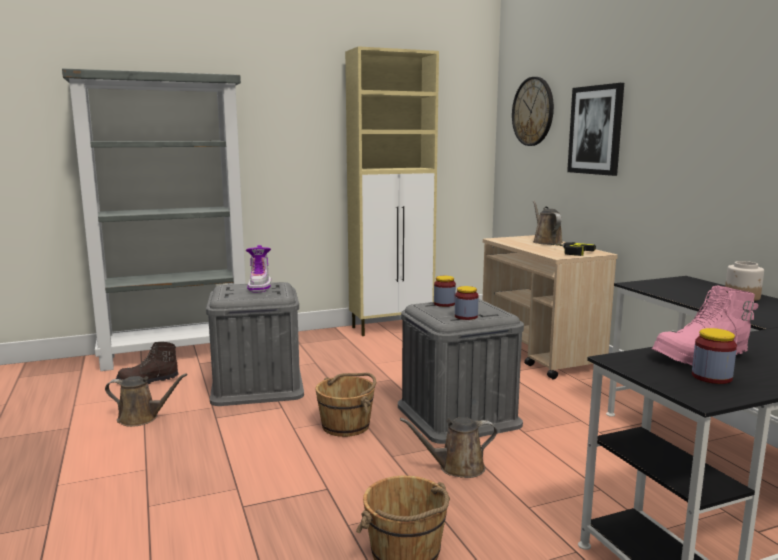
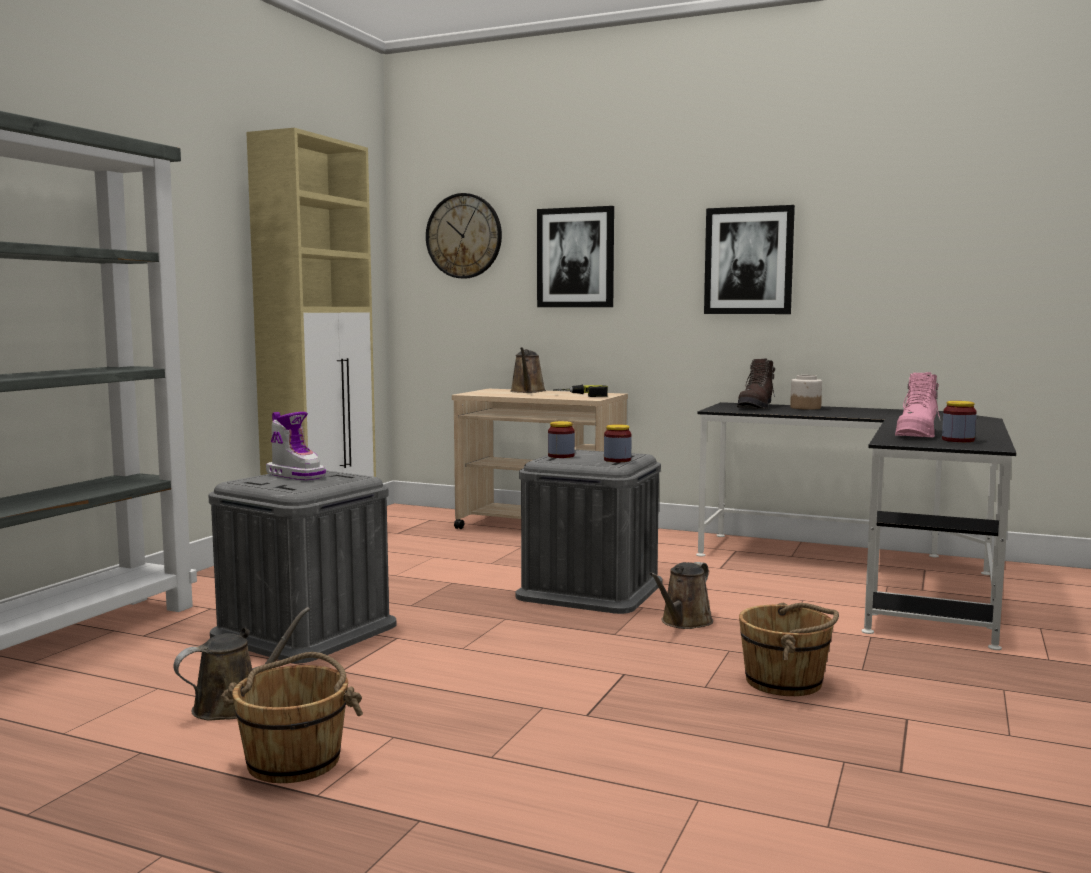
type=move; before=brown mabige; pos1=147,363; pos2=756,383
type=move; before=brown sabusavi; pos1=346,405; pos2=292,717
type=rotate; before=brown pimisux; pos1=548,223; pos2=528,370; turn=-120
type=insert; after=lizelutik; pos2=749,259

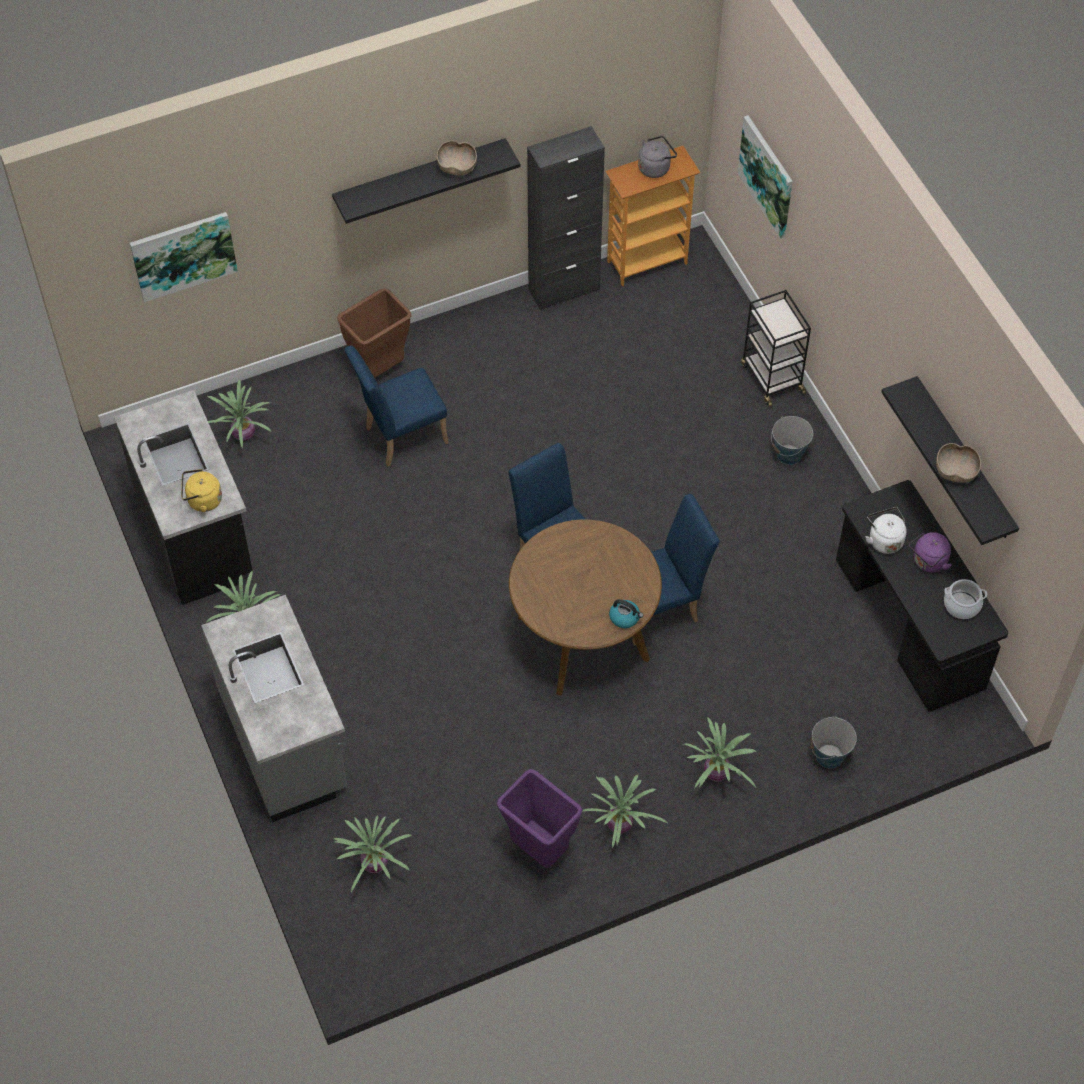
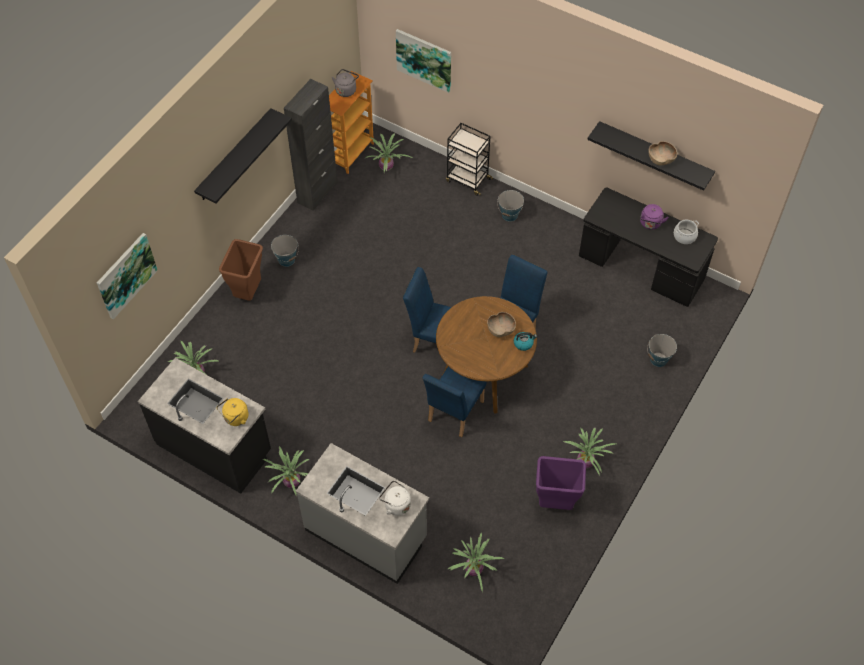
type=move; before=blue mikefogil; pos1=396,406; pos2=454,401
type=move; before=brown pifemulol; pos1=457,158; pos2=501,324
type=move; before=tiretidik; pos1=720,752; pos2=388,153
type=move; before=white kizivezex; pos1=886,530; pos2=395,498
type=insert; after=sabusavi; pos2=285,251

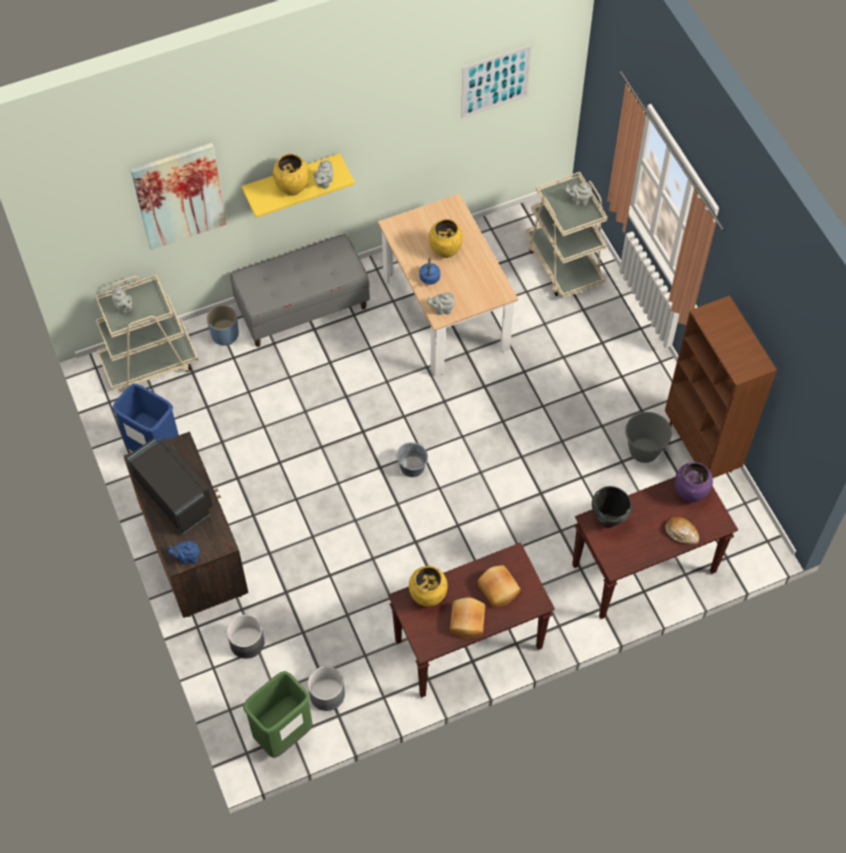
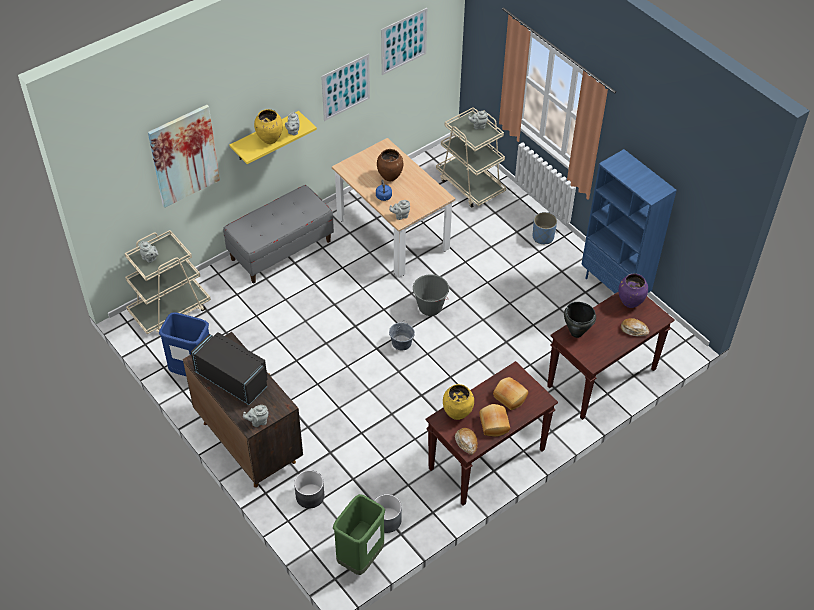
type=recolor; before=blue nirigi; after=grey nirigi; pos1=184,552; pos2=256,416
type=move; before=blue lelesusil; pos1=223,325; pos2=545,228
type=recolor; before=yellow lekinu; after=brown lekinu; pos1=446,238; pos2=390,165
type=move; before=grey sabusavi; pos1=648,437; pos2=431,295
type=recolor; before=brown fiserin; after=blue fiserin; pos1=721,387; pos2=629,221
type=insert; after=lizelutik; pos2=345,87
type=insert; after=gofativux; pos2=466,441

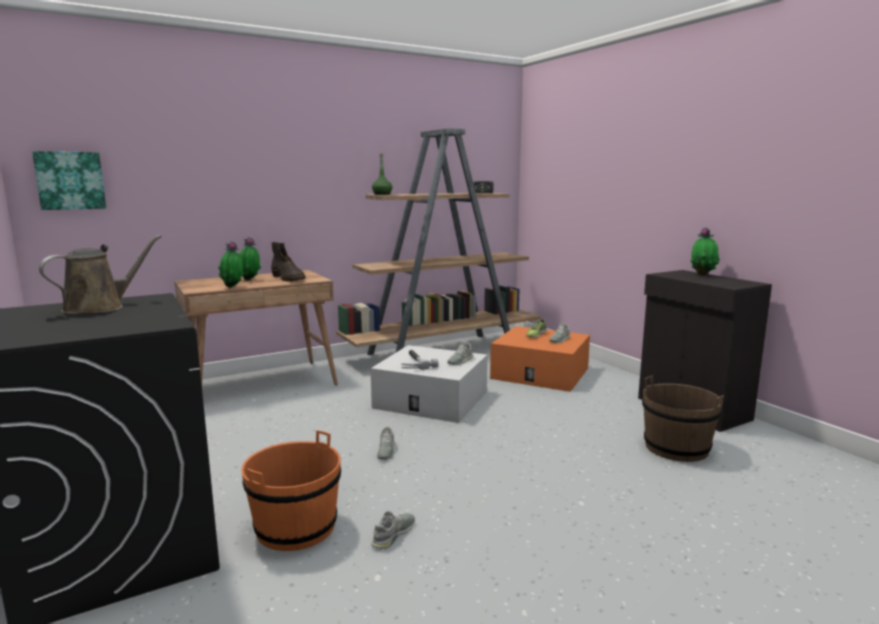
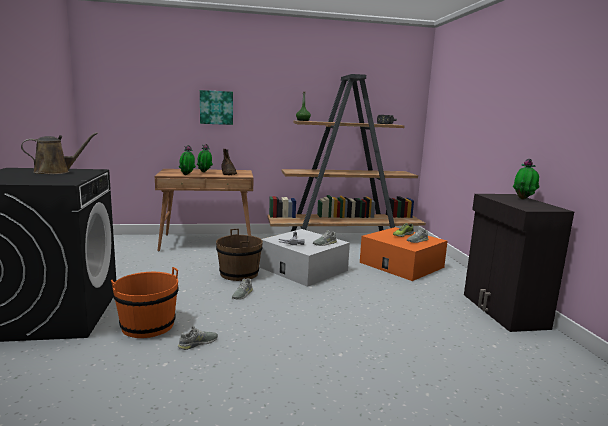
type=move; before=lizelutik; pos1=69,180; pos2=216,107
type=move; before=brown sabusavi; pos1=683,419; pos2=239,255

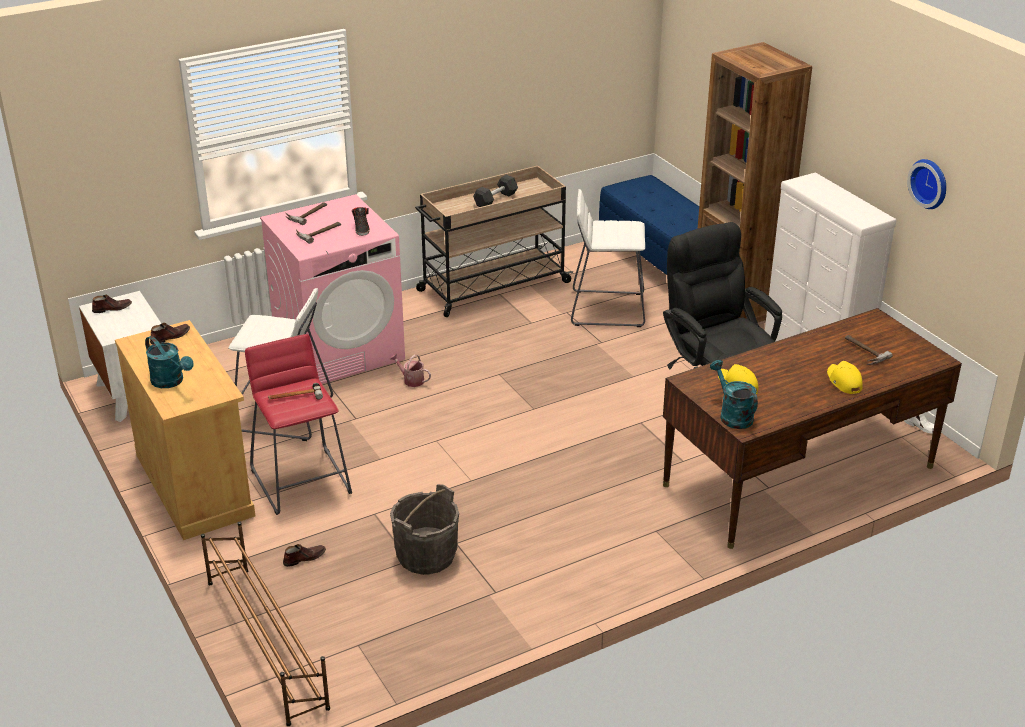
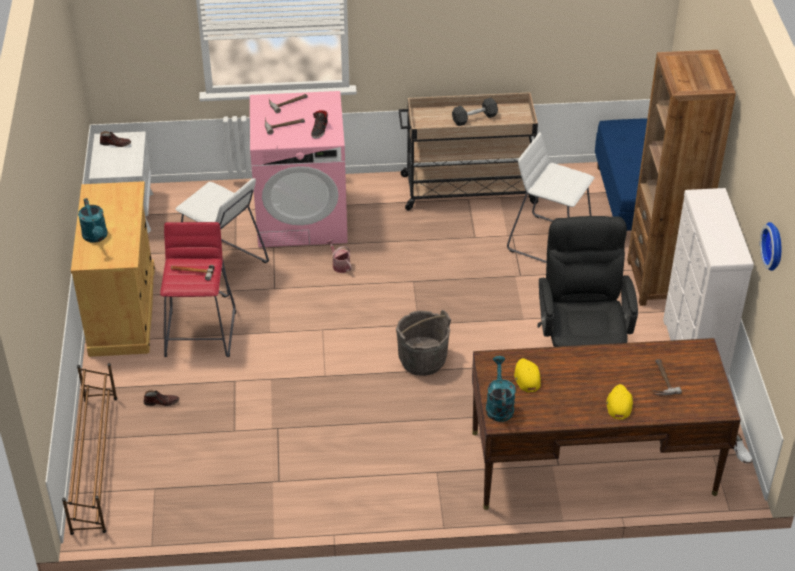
type=delete; before=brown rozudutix; pos1=170,334
type=move; before=grey sabusavi; pos1=424,529; pos2=423,343

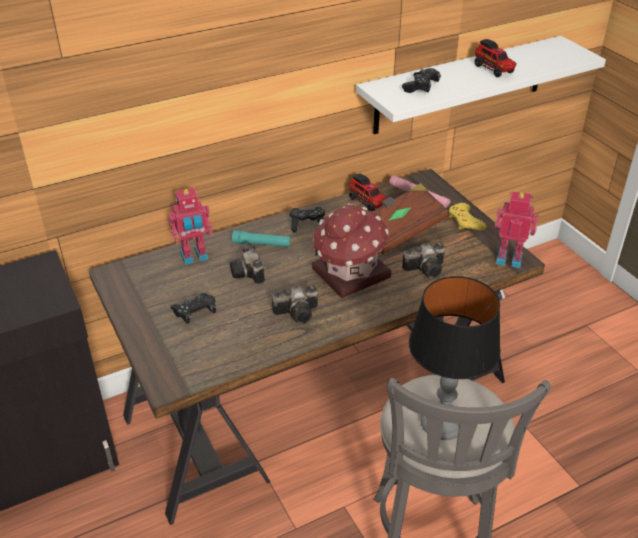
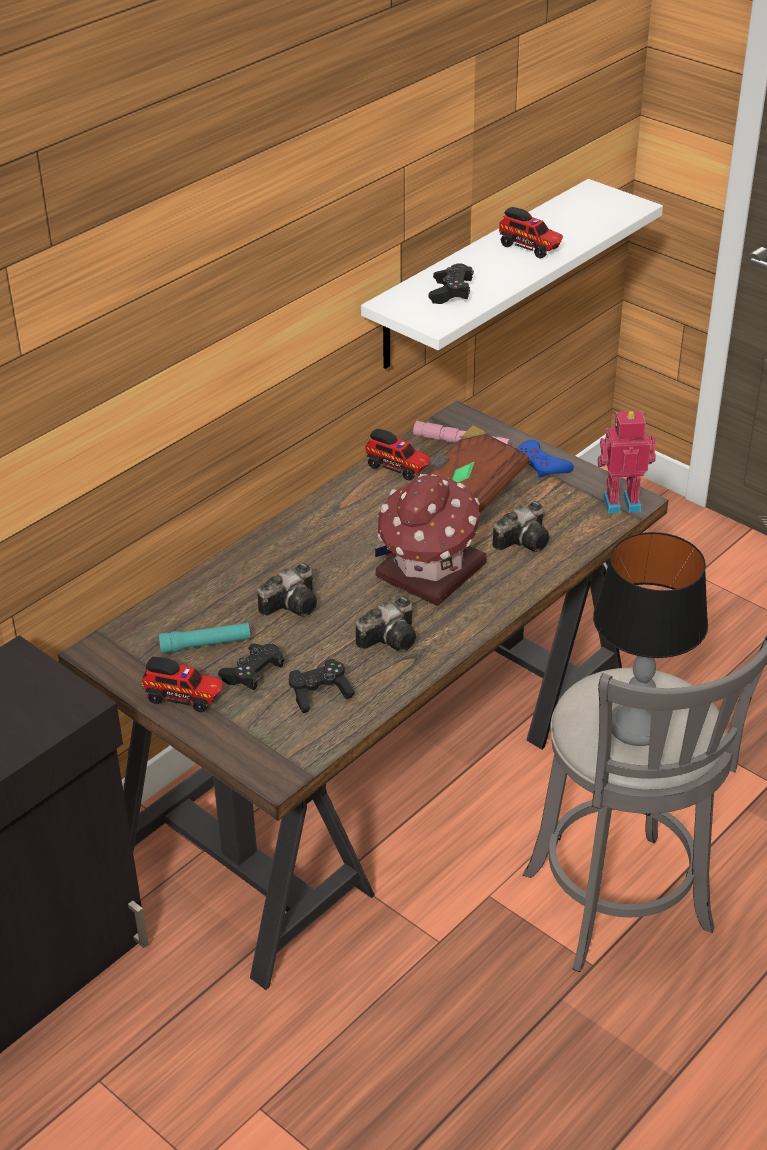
type=delete; before=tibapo; pos1=190,226
type=rotate; before=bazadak; pos1=247,263; pos2=287,589; turn=-90
type=move; before=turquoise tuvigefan; pos1=261,238; pos2=205,638
type=move; before=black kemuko; pos1=307,220; pos2=322,686
type=recolor; before=yellow kemuko; after=blue kemuko; pos1=468,216; pos2=545,459
type=insert; after=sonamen; pos2=182,684

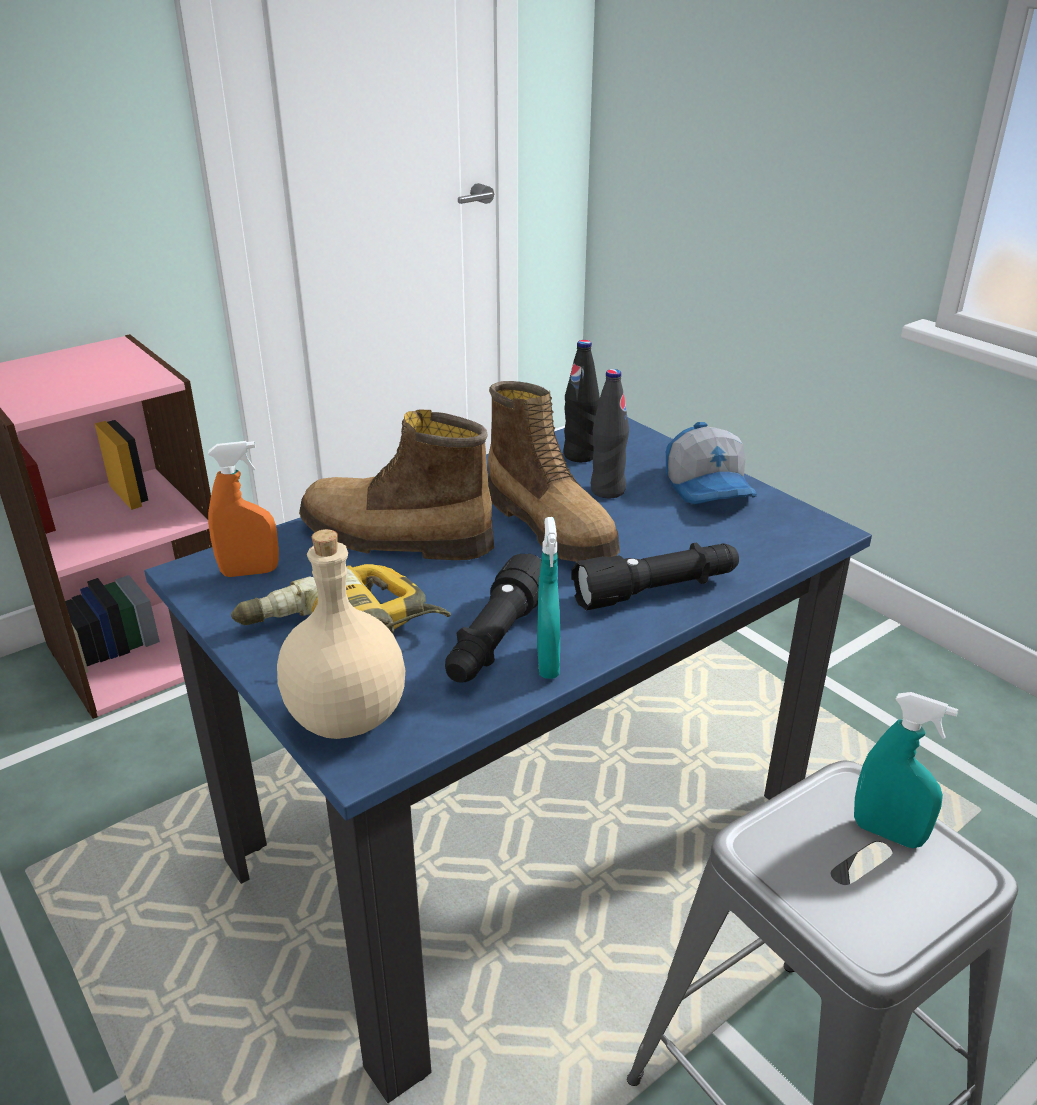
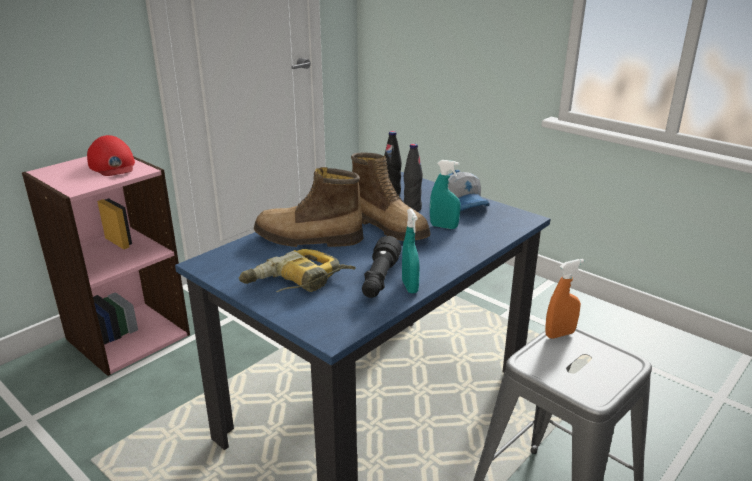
type=move; before=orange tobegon; pos1=243,509; pos2=564,299
type=delete; before=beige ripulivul; pos1=341,634
type=delete; before=black tuvigefan; pos1=655,576
type=move; before=turquoise tobegon; pos1=906,770; pos2=445,194
type=insert; after=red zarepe; pos2=111,155

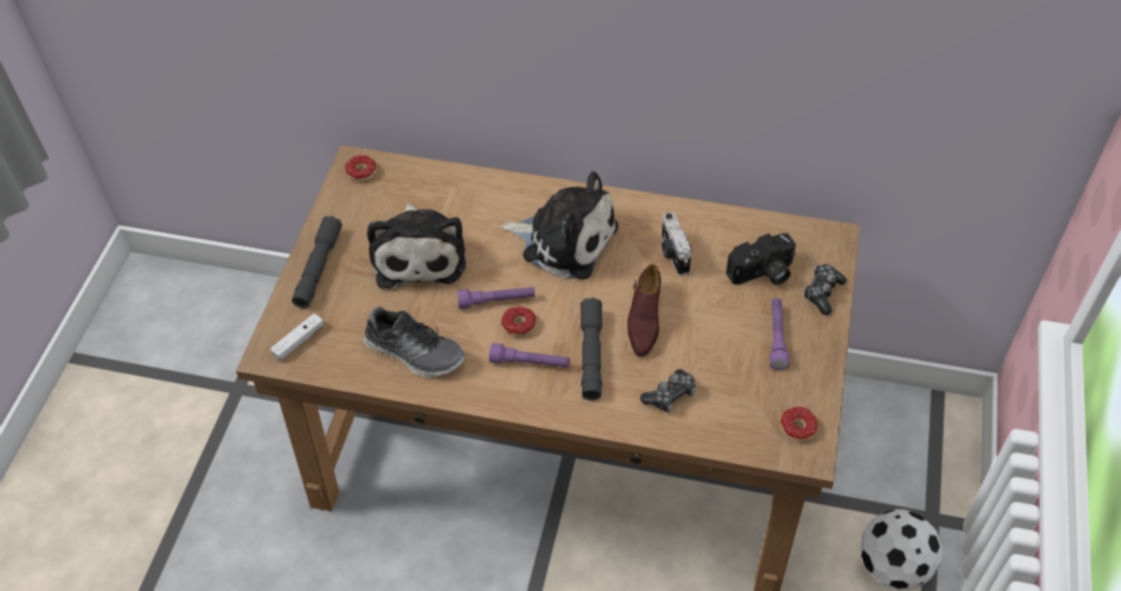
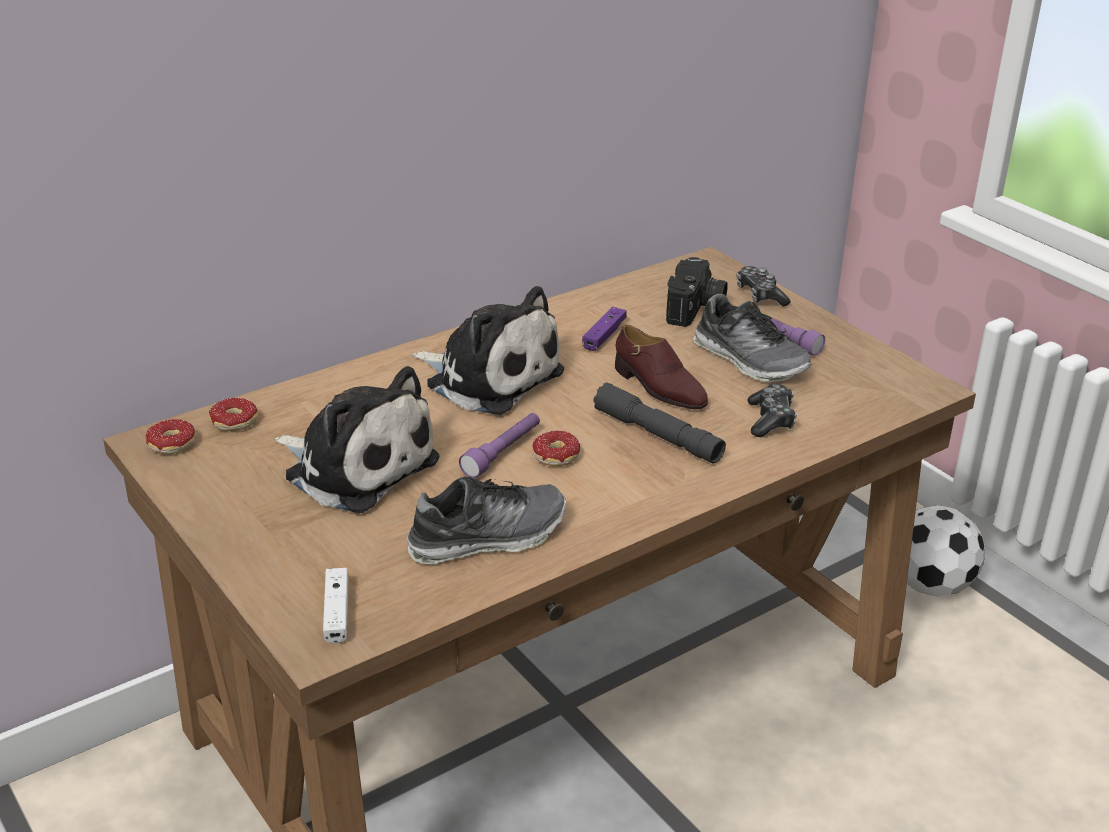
type=delete; before=grey tuvigefan; pos1=317,262
type=delete; before=purple tuvigefan; pos1=529,355
type=rotate; before=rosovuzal; pos1=559,225; pos2=488,350; turn=60
type=replace; before=bazadak; after=purple kemuko; pos1=677,244; pos2=604,329
type=move; before=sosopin; pos1=799,424; pos2=233,414
type=insert; after=rozudutix; pos2=752,338

